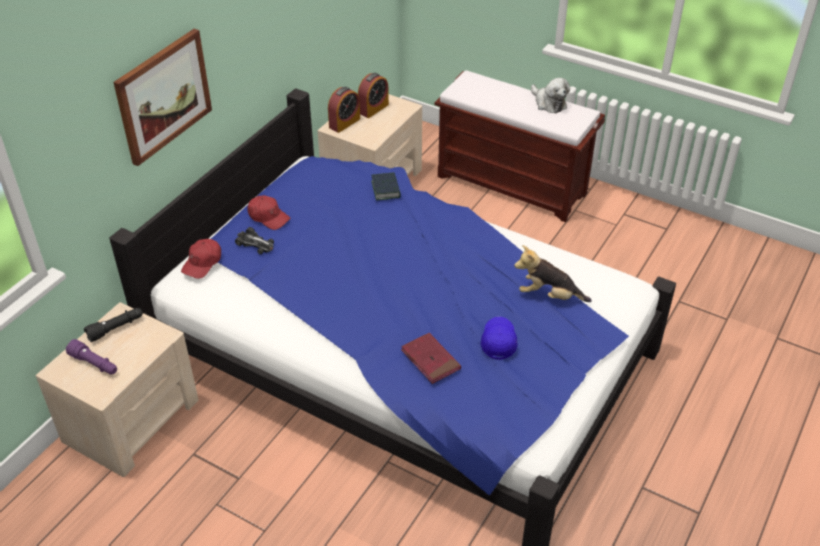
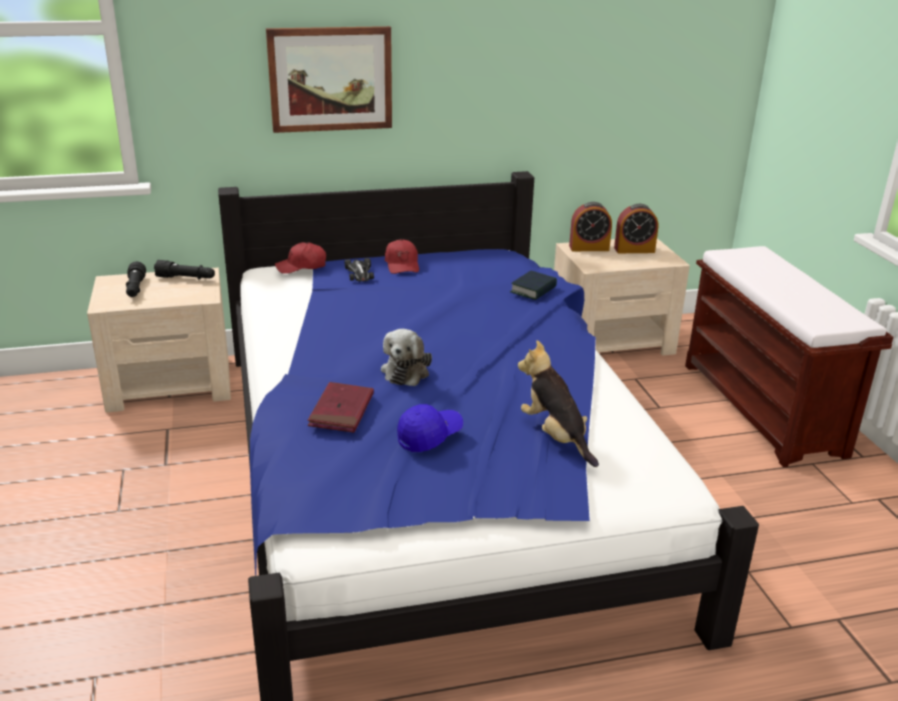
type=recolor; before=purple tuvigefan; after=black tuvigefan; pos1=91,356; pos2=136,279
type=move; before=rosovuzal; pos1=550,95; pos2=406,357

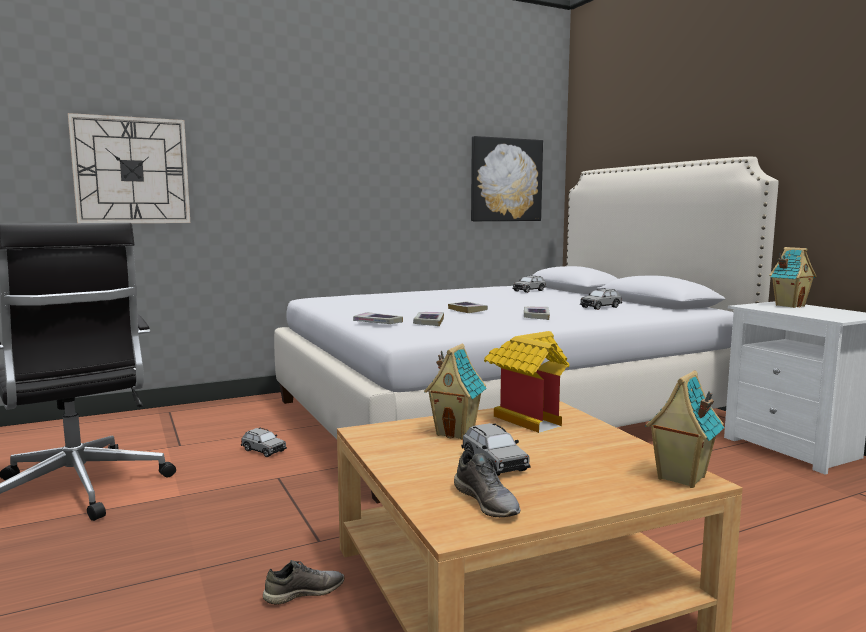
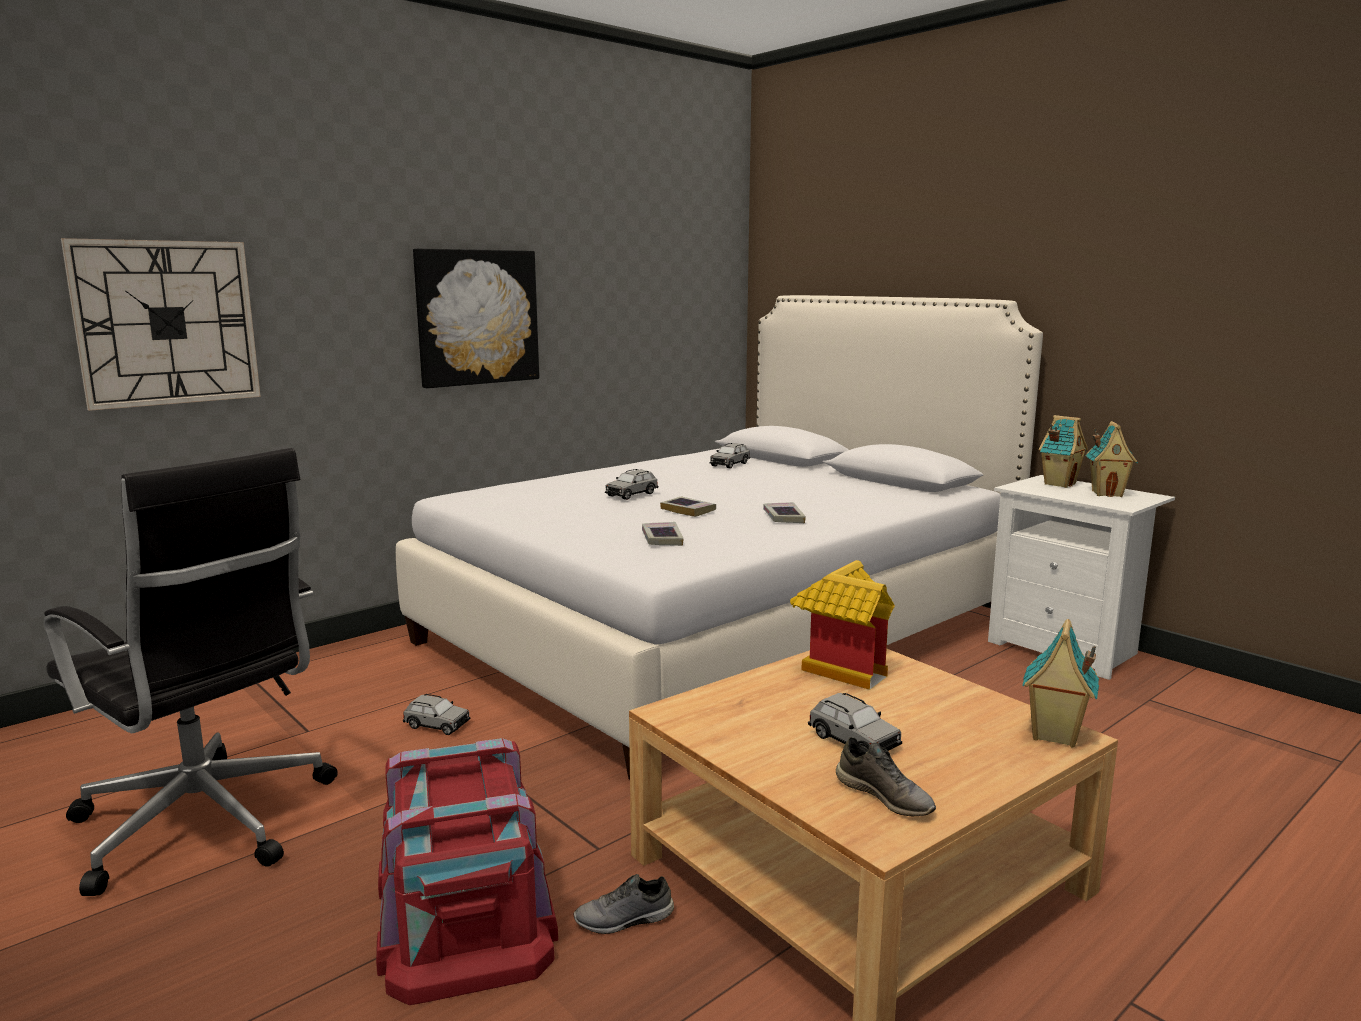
type=rotate; before=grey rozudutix; pos1=304,582; pos2=624,904; turn=-150
type=delete; before=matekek; pos1=378,318
type=move; before=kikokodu; pos1=455,391; pos2=1111,459
type=move; before=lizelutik; pos1=507,178; pos2=476,318
type=move; before=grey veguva; pos1=601,299; pos2=631,484
type=insert; after=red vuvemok; pos2=467,871

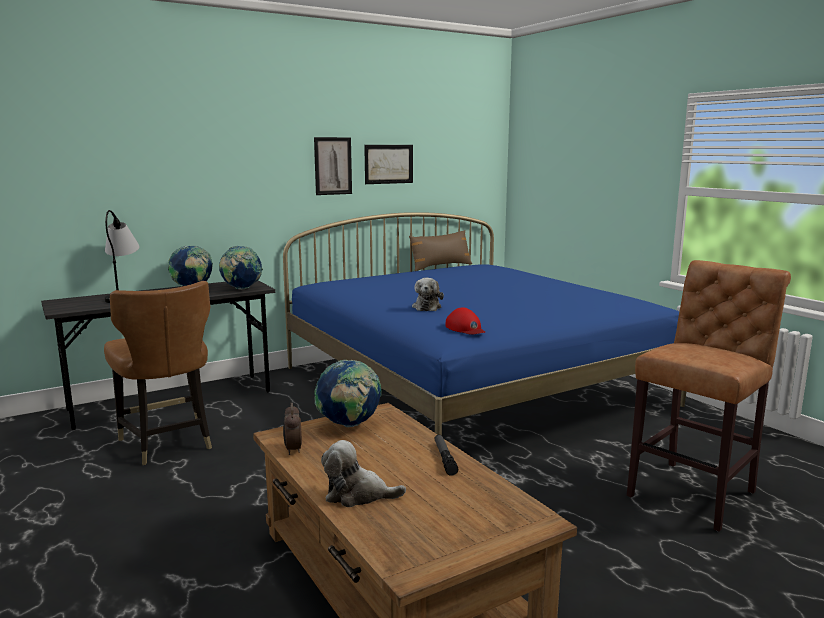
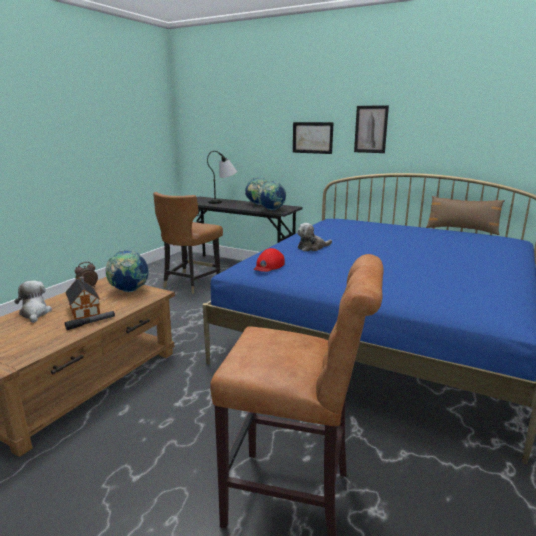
type=move; before=lizelutik; pos1=388,164; pos2=313,138
type=insert; after=kikokodu; pos2=82,297

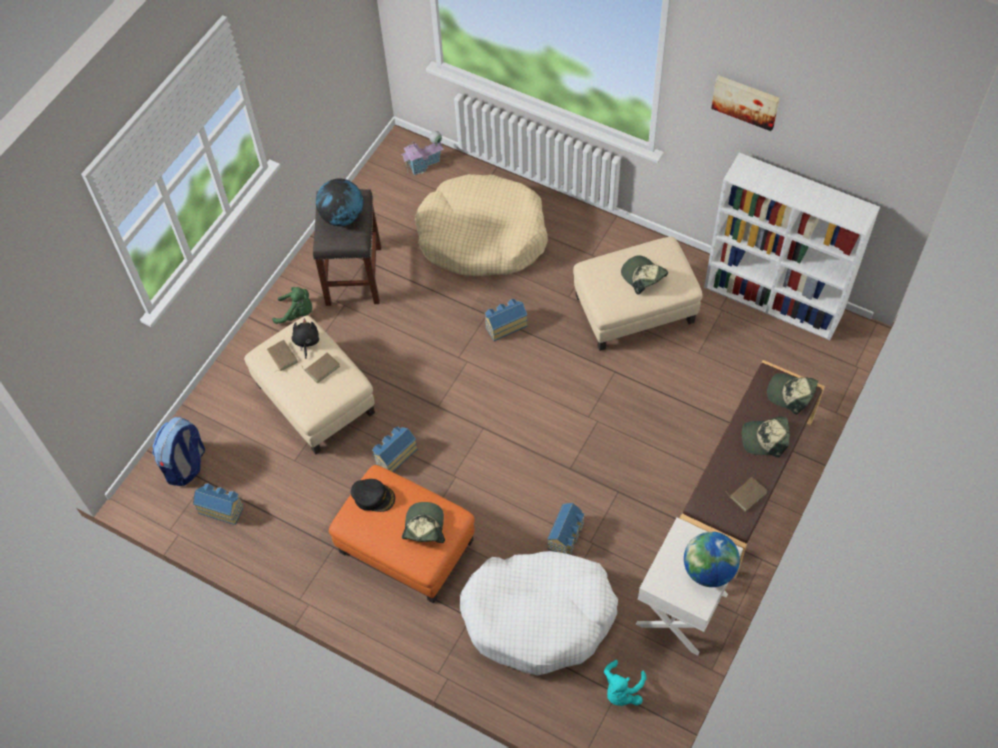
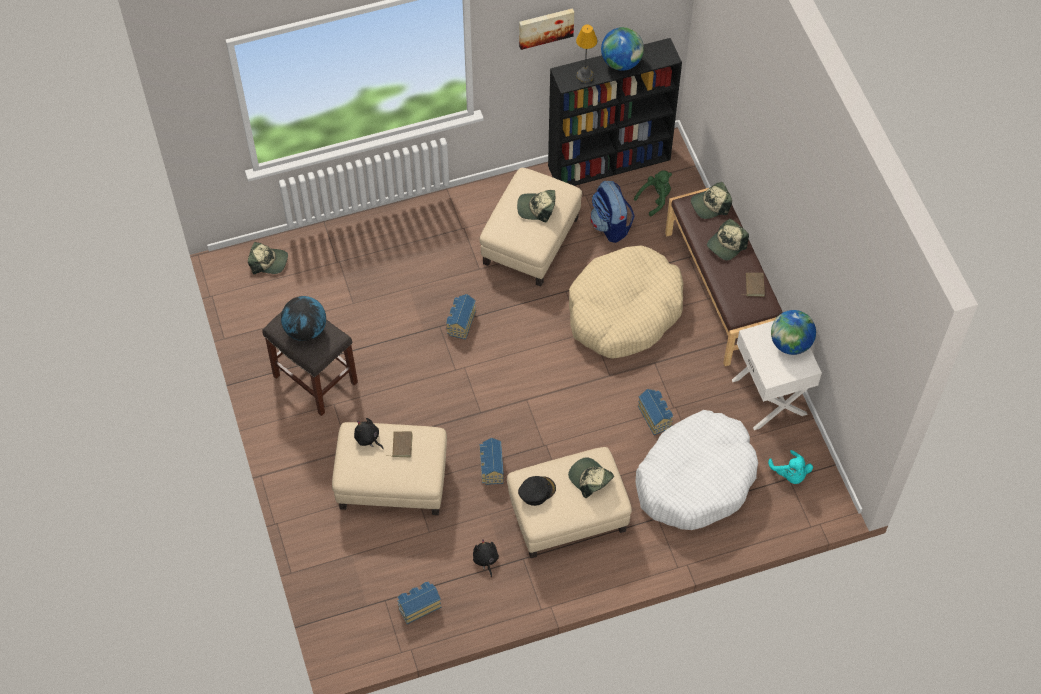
type=move; before=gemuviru; pos1=178,451; pos2=612,211
type=delete; before=brown matekek; pos1=282,356
type=move; before=green rosovuzal; pos1=292,305; pos2=653,193
type=recolor; before=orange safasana; after=beige safasana; pos1=402,534; pos2=569,502
type=replace; before=kikokodu; after=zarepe; pos1=422,153; pos2=268,258
type=move; before=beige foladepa; pos1=481,225; pos2=626,302
type=recolor; before=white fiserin; after=black fiserin; pos1=792,246; pos2=615,112
type=insert; after=black rosovuzal; pos2=486,558
type=insert; after=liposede; pos2=586,54
type=insert; after=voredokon; pos2=622,49

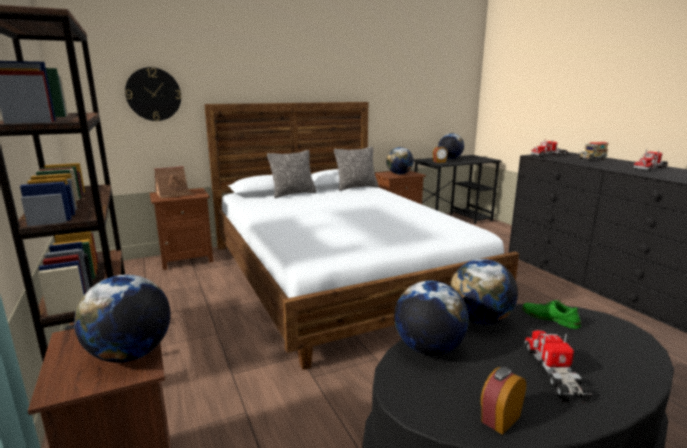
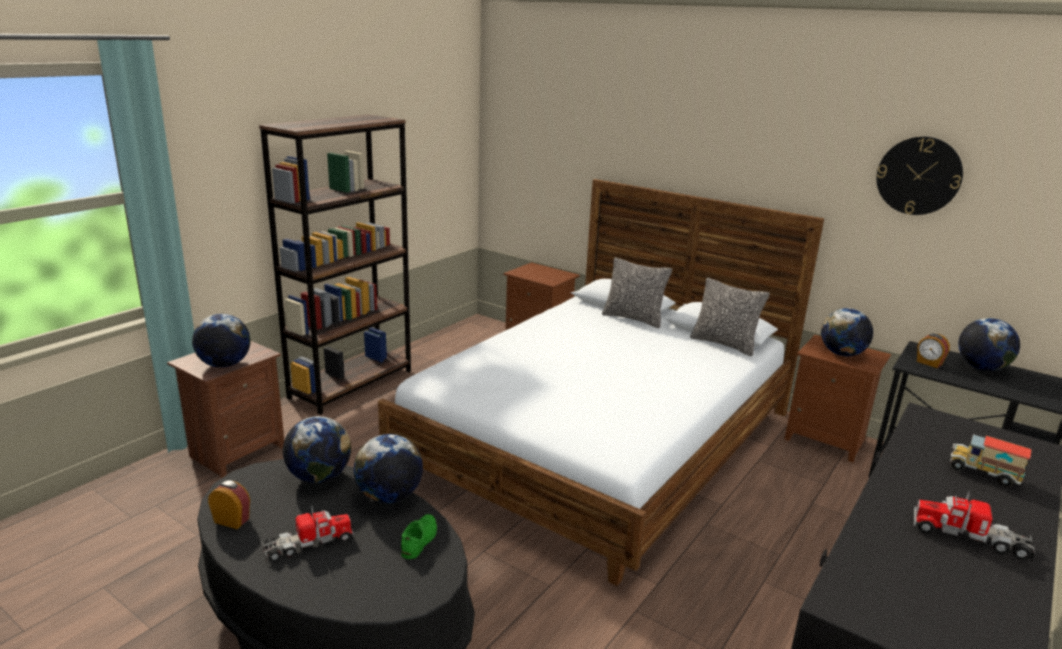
type=move; before=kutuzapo; pos1=153,94; pos2=920,175
type=delete; before=kikokodu; pos1=174,182
type=delete; before=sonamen; pos1=549,148

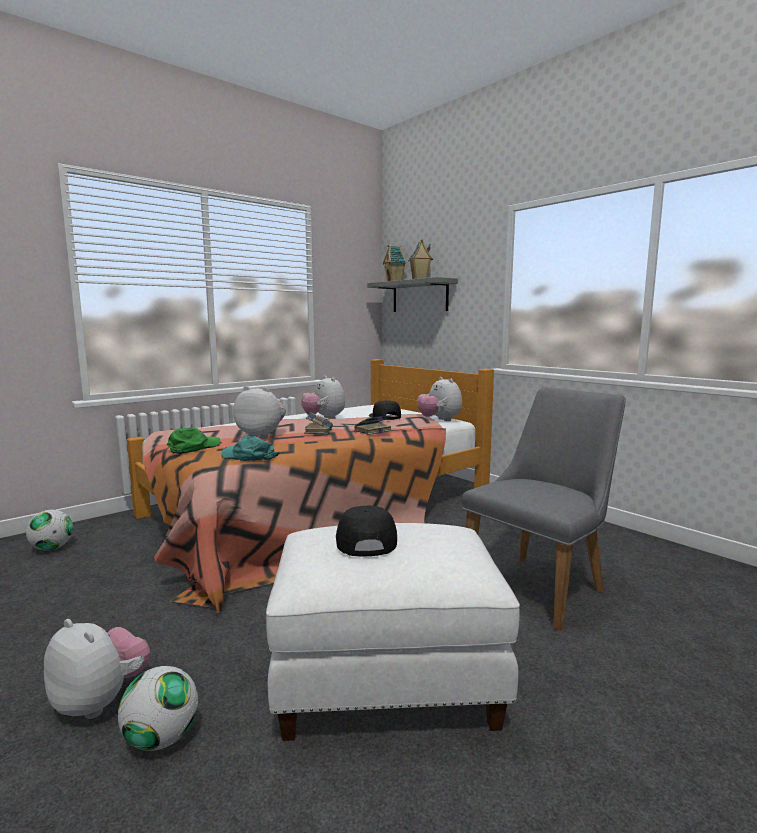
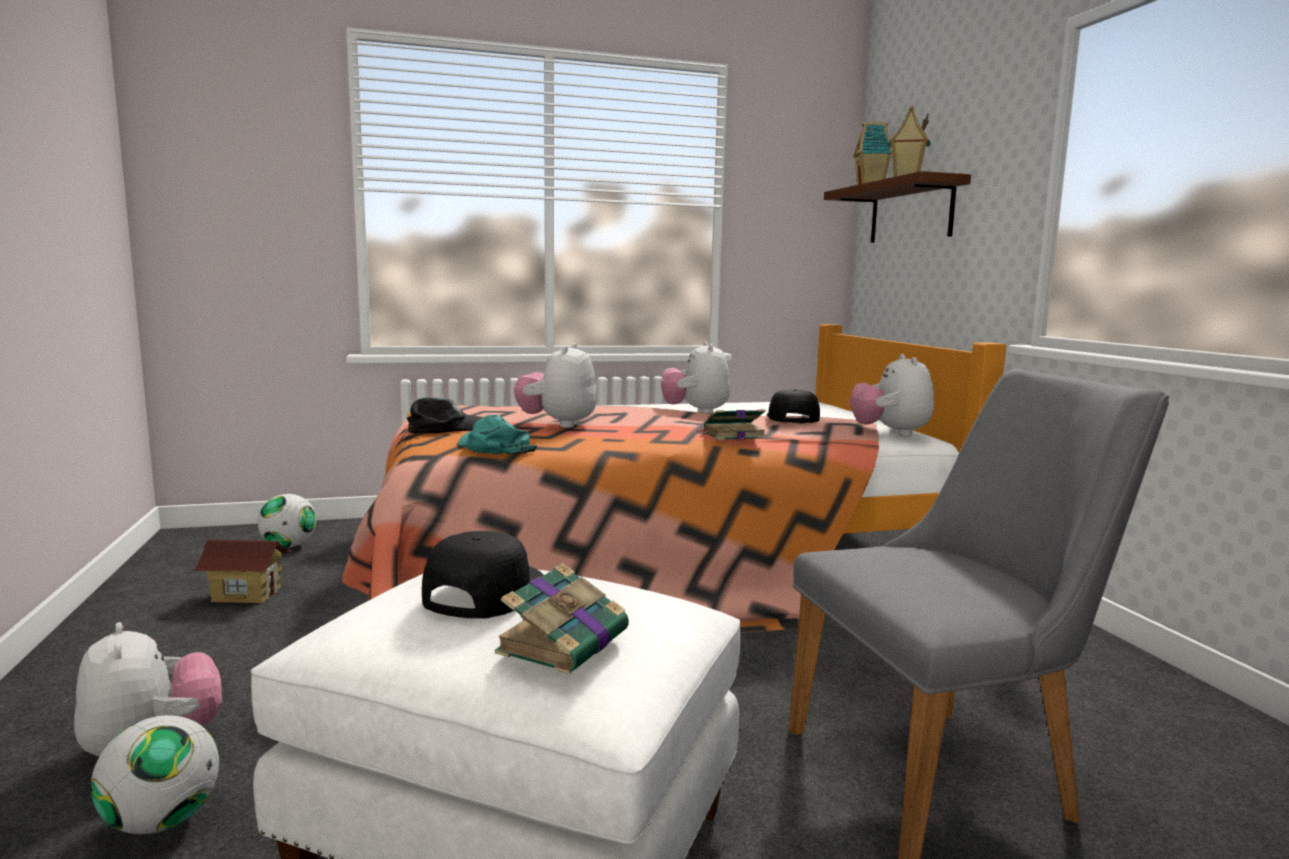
type=recolor; before=green zarepe; after=black zarepe; pos1=193,441; pos2=445,416
type=rotate; before=rosovuzal; pos1=259,412; pos2=555,385; turn=-120
type=move; before=matekek; pos1=318,423; pos2=562,618
type=recolor; before=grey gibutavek; after=brown gibutavek; pos1=412,294; pos2=897,207
type=insert; after=kikokodu; pos2=242,571

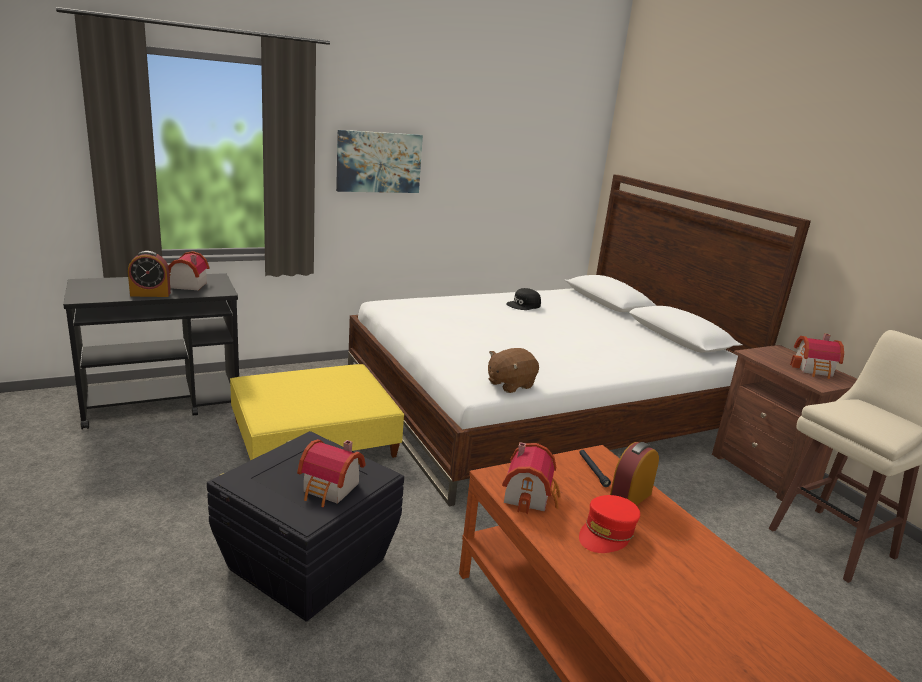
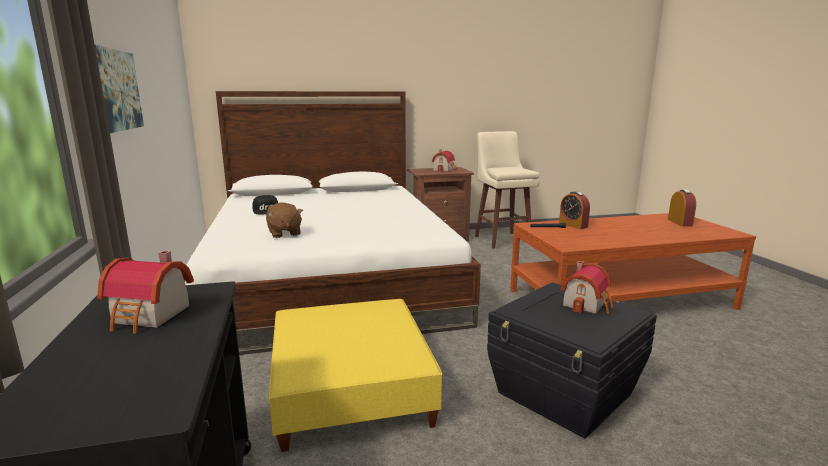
type=move; before=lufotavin; pos1=149,274; pos2=682,208
type=move; before=brown rosovuzal; pos1=513,370; pos2=284,220
type=delete; before=kikokodu; pos1=531,478
type=delete; before=red zarepe; pos1=609,524

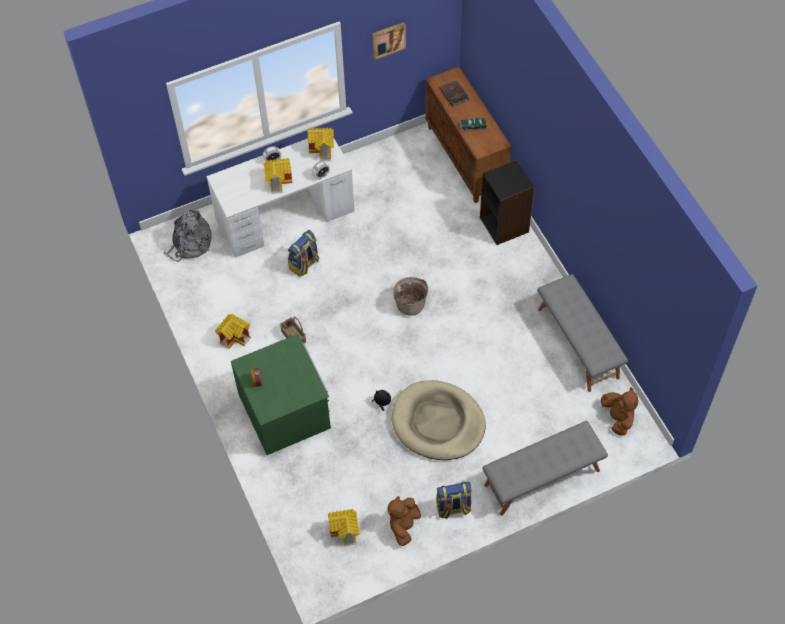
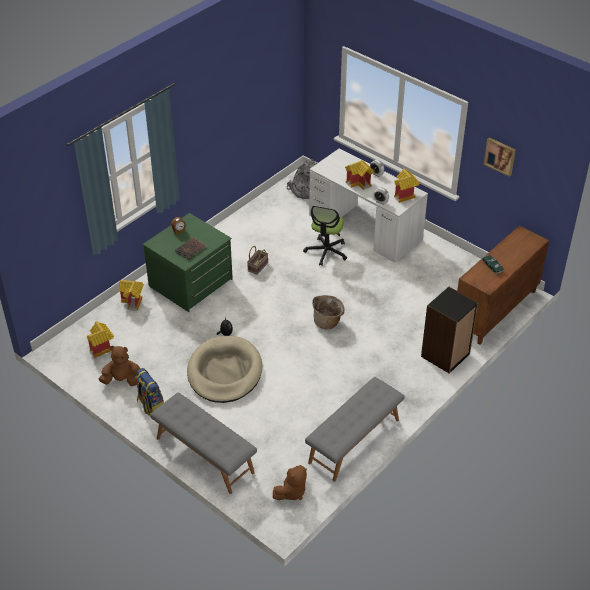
type=move; before=kikokodu; pos1=233,331; pos2=131,295
type=replace; before=gemuviru; after=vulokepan; pos1=303,253; pos2=325,236
type=move; before=brown matekek; pos1=454,93; pos2=191,248

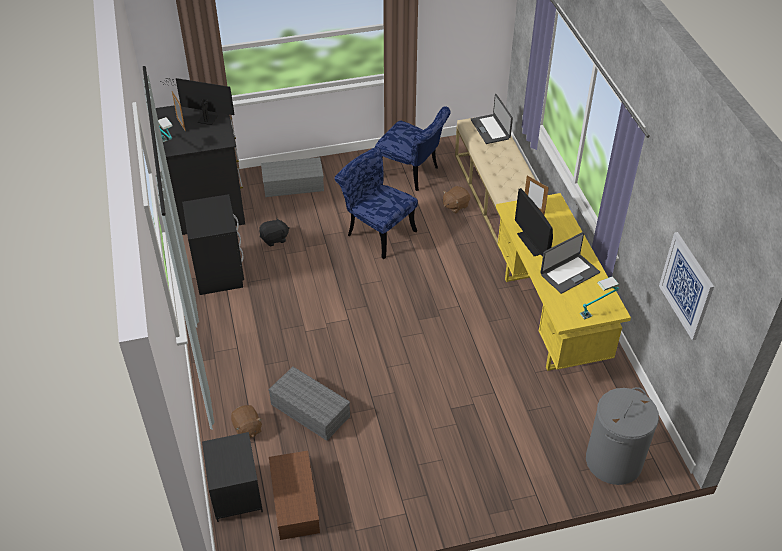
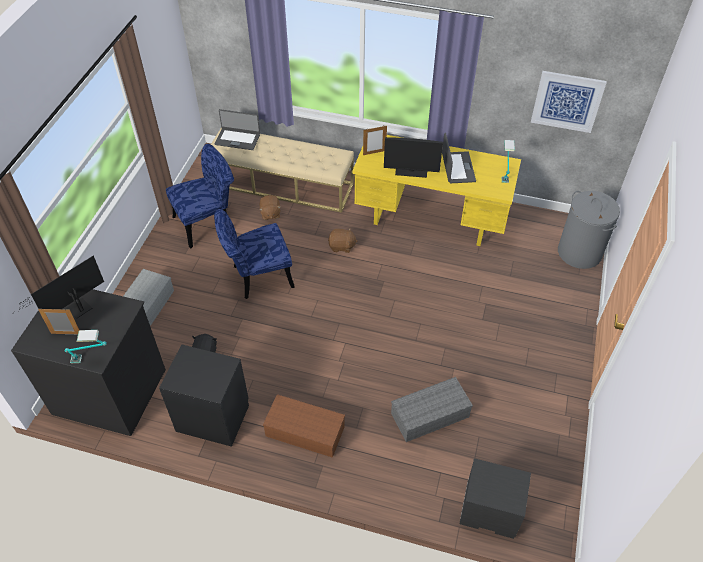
type=move; before=brown rosovuzal; pos1=246,421; pos2=343,240
type=move; before=brown vuvemok; pos1=294,495; pos2=304,426

